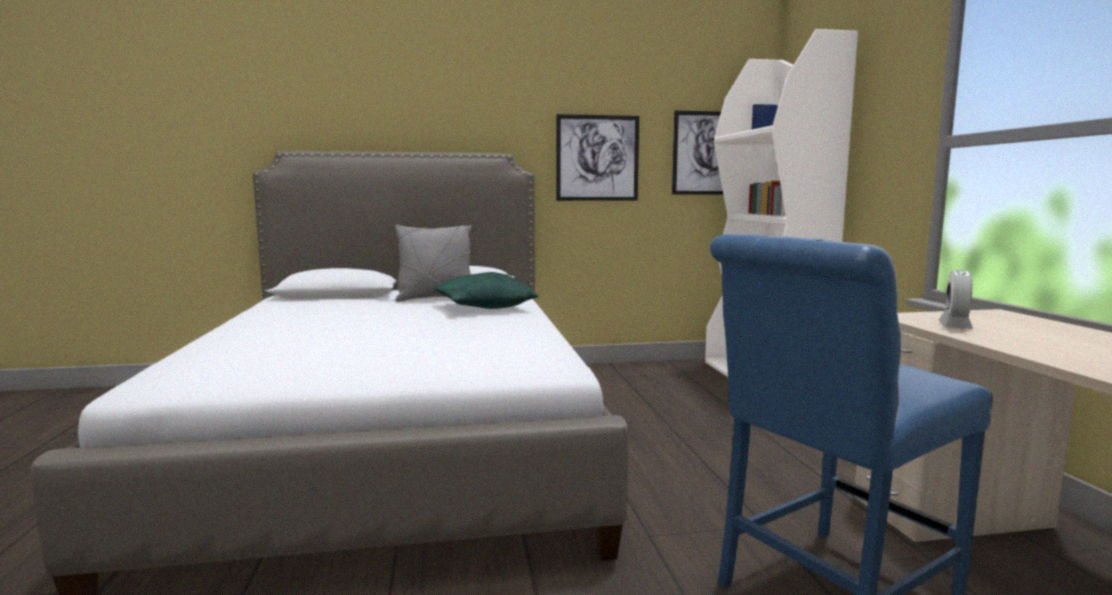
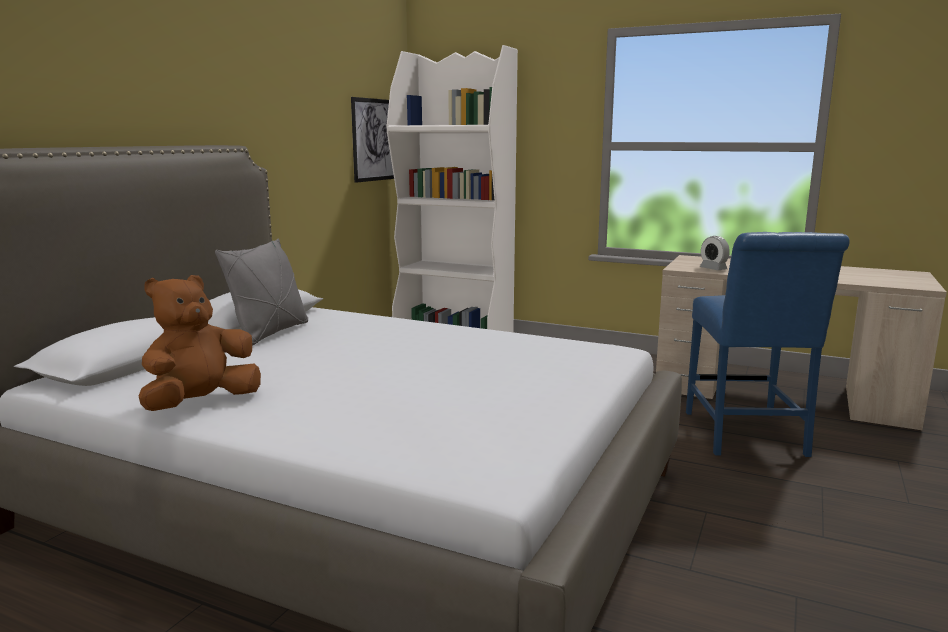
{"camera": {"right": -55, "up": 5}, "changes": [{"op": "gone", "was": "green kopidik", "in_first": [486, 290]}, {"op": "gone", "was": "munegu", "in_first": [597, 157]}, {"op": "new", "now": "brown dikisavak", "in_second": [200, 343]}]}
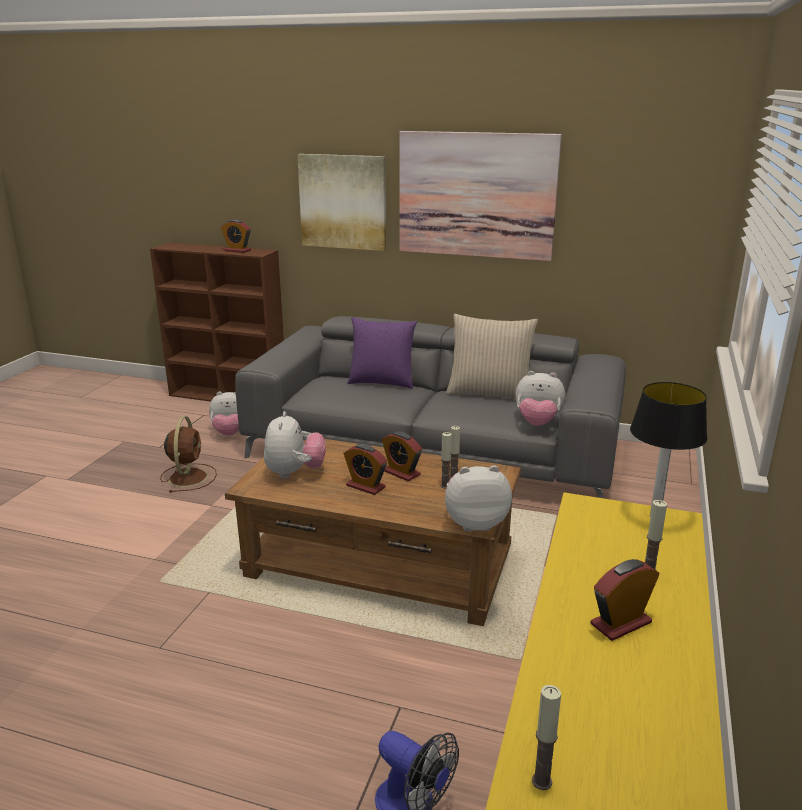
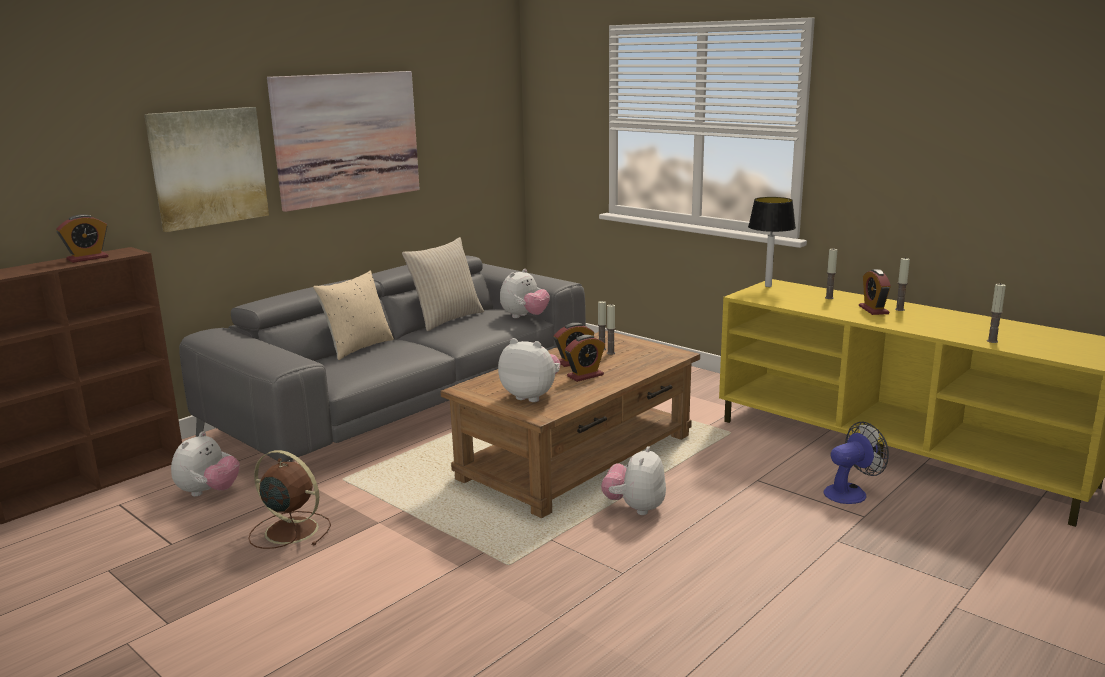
{"camera": {"right": -65, "up": -5}, "changes": [{"op": "new", "now": "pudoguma", "in_second": [902, 284]}, {"op": "shifted", "was": "dikisavak", "in_first": [478, 499], "in_second": [633, 480]}, {"op": "repainted", "was": "purple kopidik", "now": "beige kopidik", "in_first": [382, 353], "in_second": [353, 315]}]}
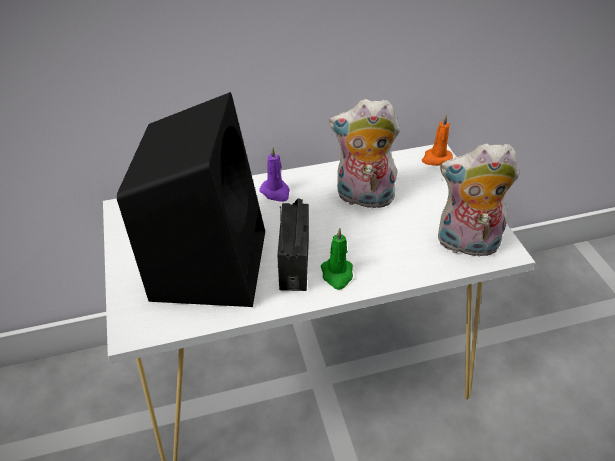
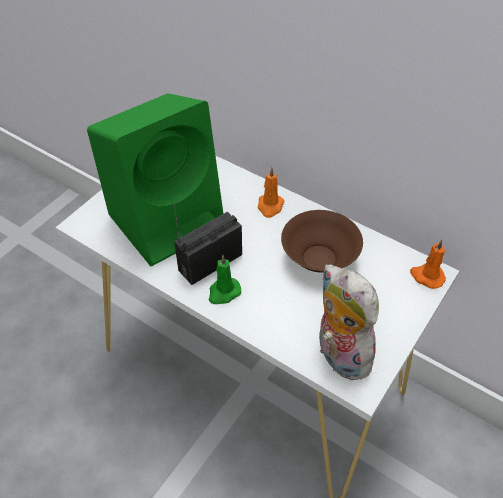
{"camera": {"right": 50, "up": 5}, "changes": [{"op": "swapped", "was": "dikisavak", "now": "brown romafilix", "in_first": [364, 155], "in_second": [322, 241]}, {"op": "repainted", "was": "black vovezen", "now": "green vovezen", "in_first": [191, 199], "in_second": [155, 179]}, {"op": "repainted", "was": "purple pudoguma", "now": "orange pudoguma", "in_first": [275, 174], "in_second": [271, 192]}]}
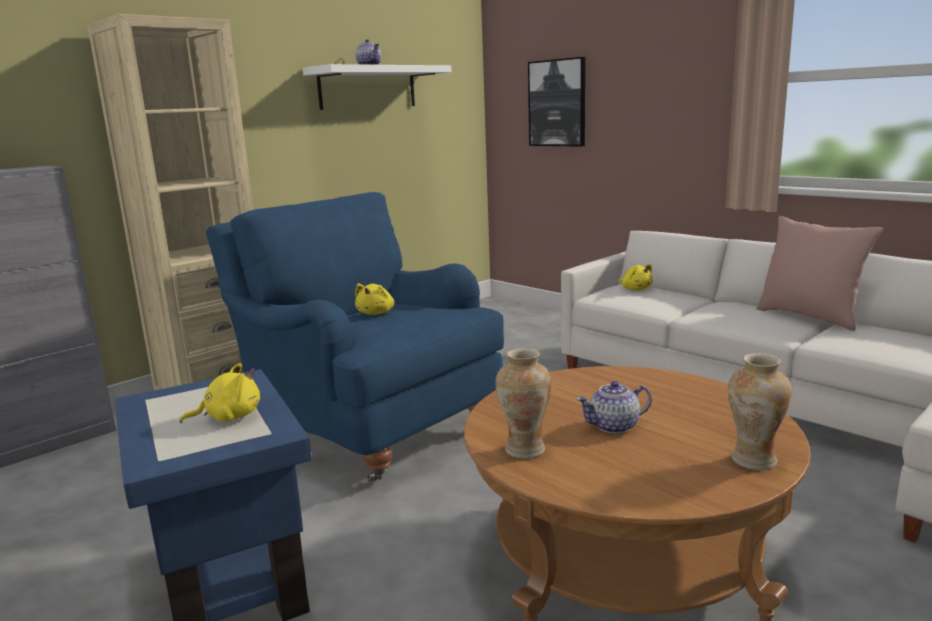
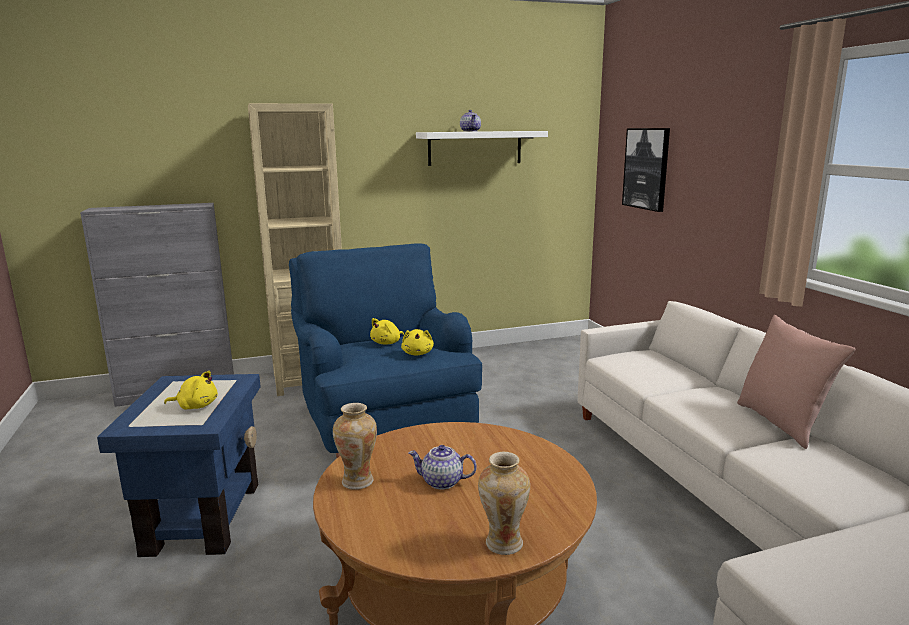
{"camera": {"right": 25, "up": 0}, "changes": [{"op": "shifted", "was": "yellow dikisavak", "in_first": [635, 277], "in_second": [417, 342]}]}
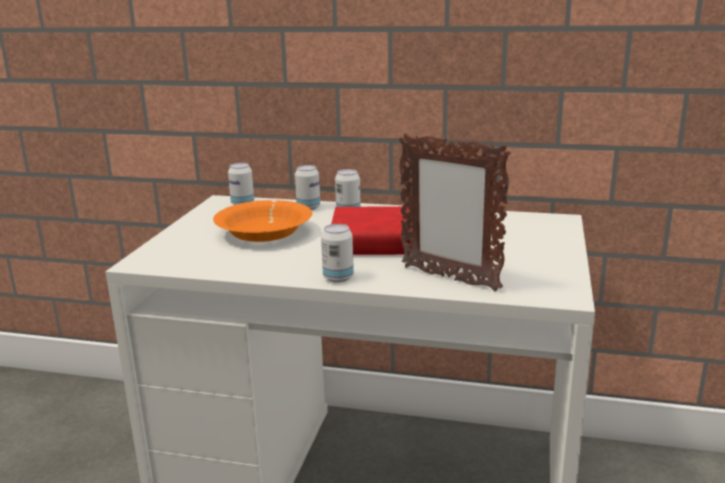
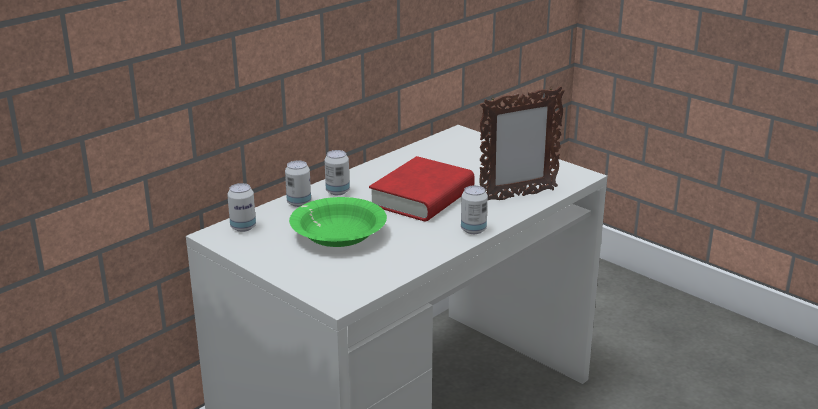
{"camera": {"right": -60, "up": 5}, "changes": [{"op": "repainted", "was": "orange romafilix", "now": "green romafilix", "in_first": [262, 221], "in_second": [338, 222]}]}
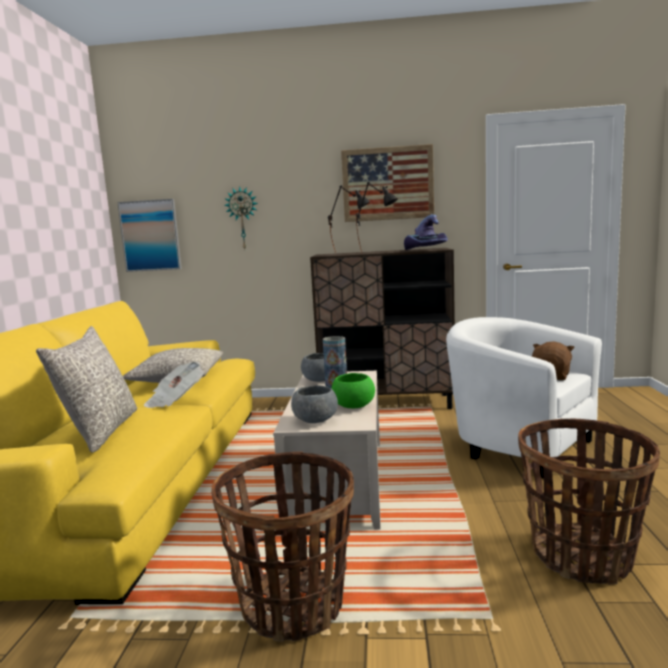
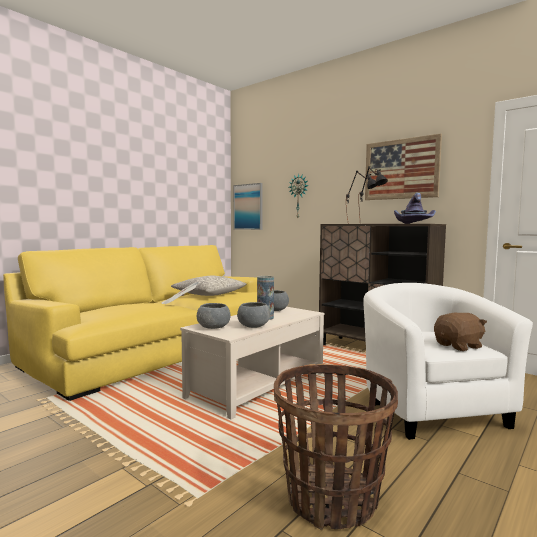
{"camera": {"right": 35, "up": -5}, "changes": [{"op": "gone", "was": "grey kopidik", "in_first": [86, 389]}, {"op": "gone", "was": "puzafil", "in_first": [282, 546]}, {"op": "repainted", "was": "green romafilix", "now": "grey romafilix", "in_first": [353, 390], "in_second": [253, 315]}]}
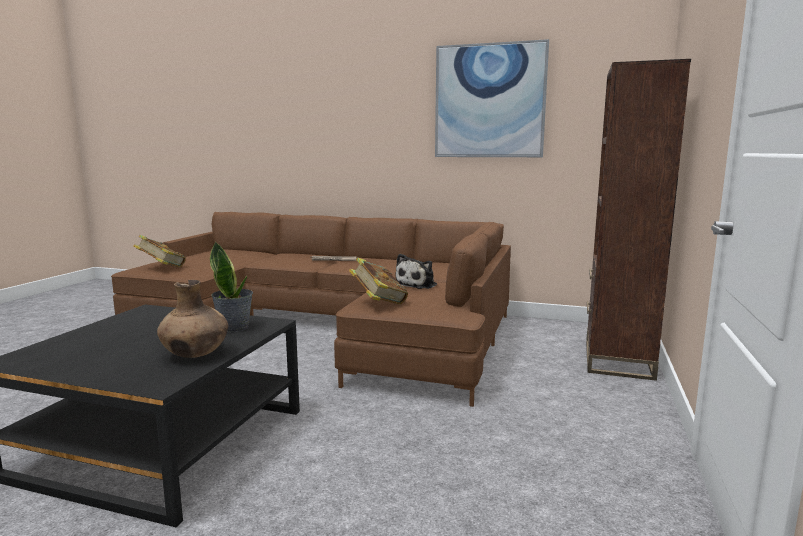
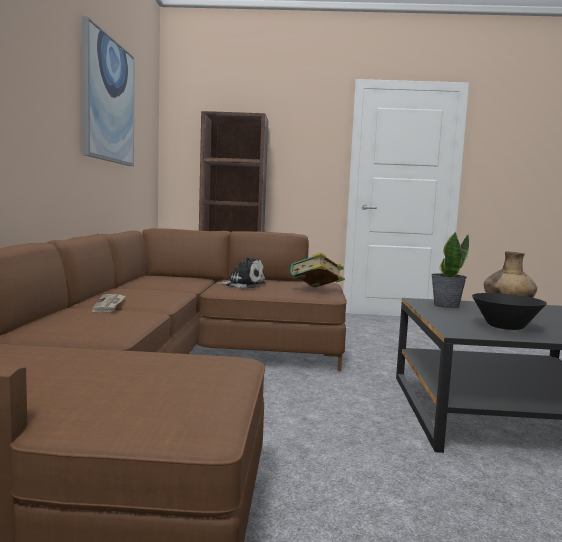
{"camera": {"right": -105, "up": -5}, "changes": [{"op": "gone", "was": "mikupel", "in_first": [160, 251]}, {"op": "new", "now": "black romafilix", "in_second": [509, 311]}]}
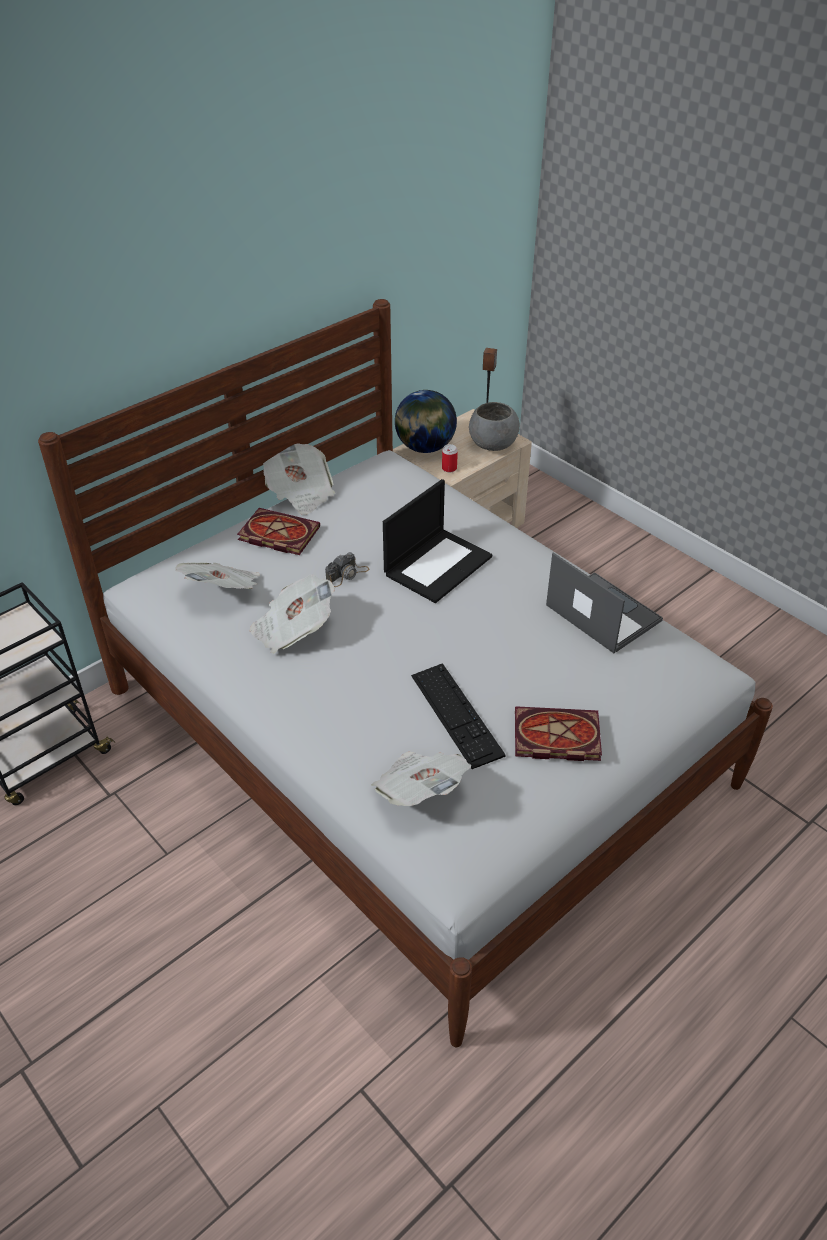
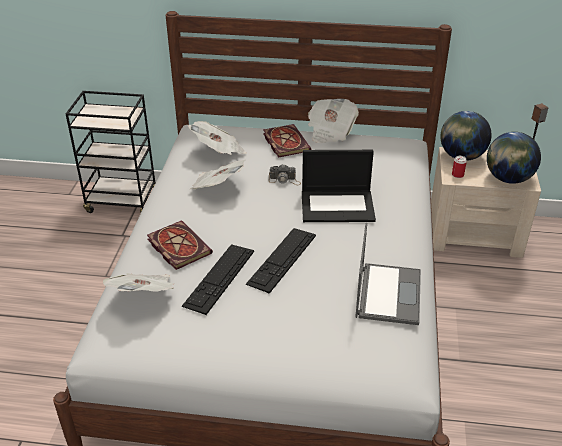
{"camera": {"right": 50, "up": -5}, "changes": [{"op": "new", "now": "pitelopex", "in_second": [281, 261]}, {"op": "shifted", "was": "mikupel", "in_first": [558, 733], "in_second": [180, 245]}, {"op": "swapped", "was": "grey romafilix", "now": "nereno", "in_first": [494, 426], "in_second": [514, 158]}]}
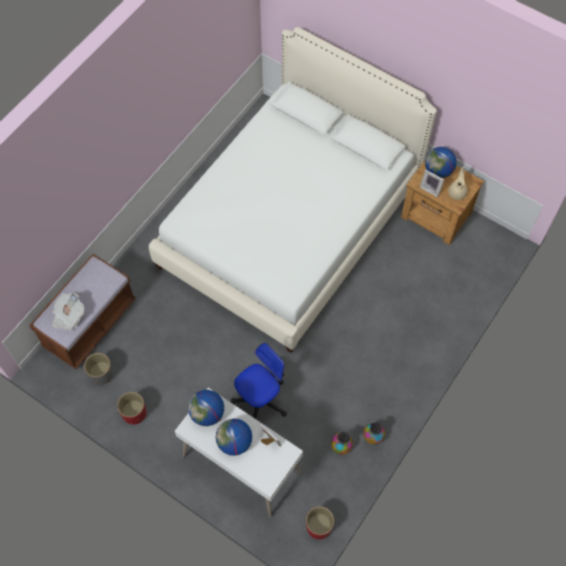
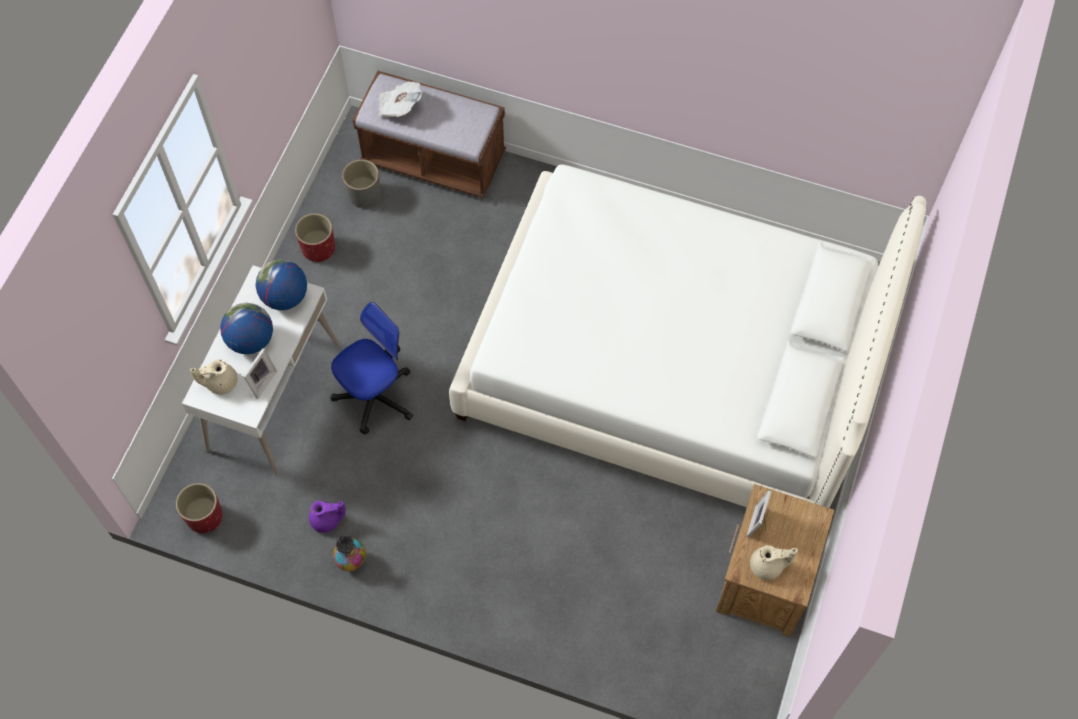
{"camera": {"right": 75, "up": 0}, "changes": [{"op": "gone", "was": "nereno", "in_first": [441, 162]}, {"op": "new", "now": "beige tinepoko", "in_second": [214, 376]}, {"op": "swapped", "was": "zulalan", "now": "purple tinepoko", "in_first": [342, 443], "in_second": [327, 517]}, {"op": "rotated", "was": "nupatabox", "in_first": [259, 381], "in_second": [372, 368], "clockwise": -75}]}
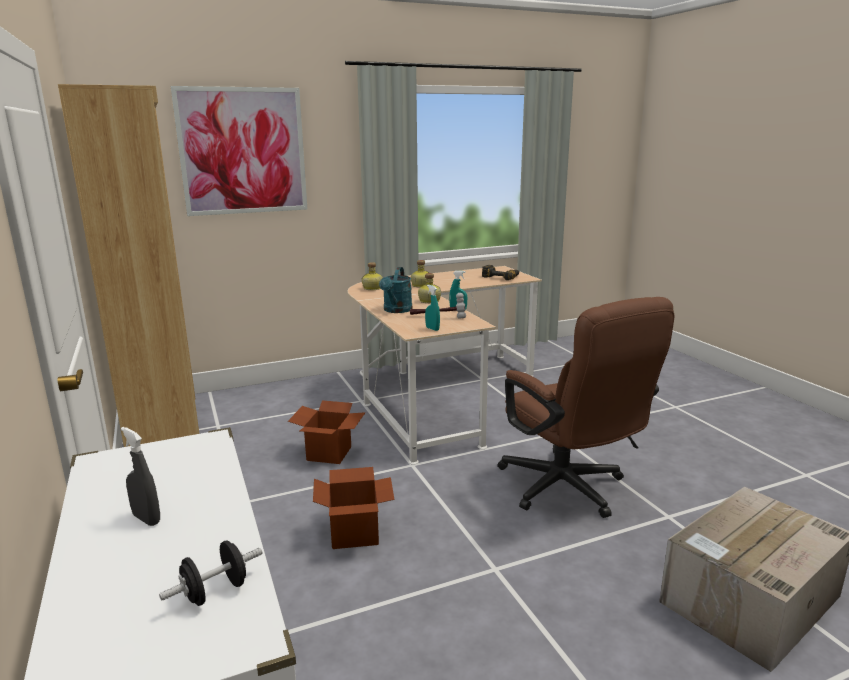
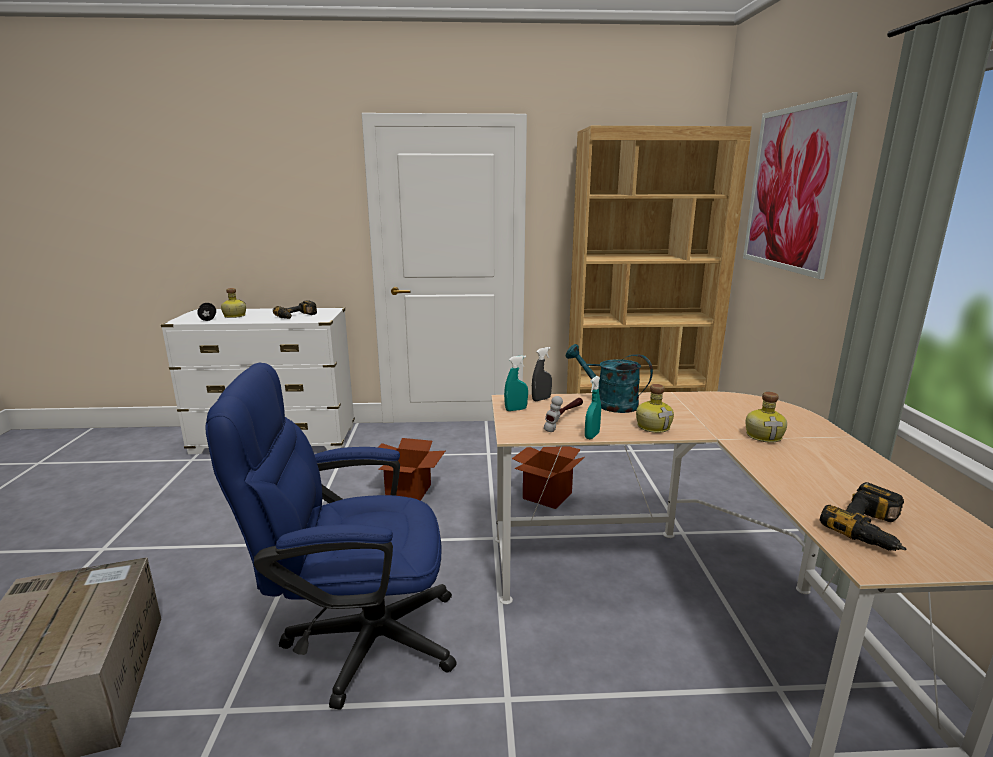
{"camera": {"right": 110, "up": 0}, "changes": [{"op": "new", "now": "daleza", "in_second": [295, 309]}, {"op": "shifted", "was": "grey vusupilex", "in_first": [140, 476], "in_second": [542, 374]}, {"op": "shifted", "was": "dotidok", "in_first": [372, 276], "in_second": [233, 303]}, {"op": "repainted", "was": "brown nupatabox", "now": "blue nupatabox", "in_first": [586, 407], "in_second": [331, 536]}]}
